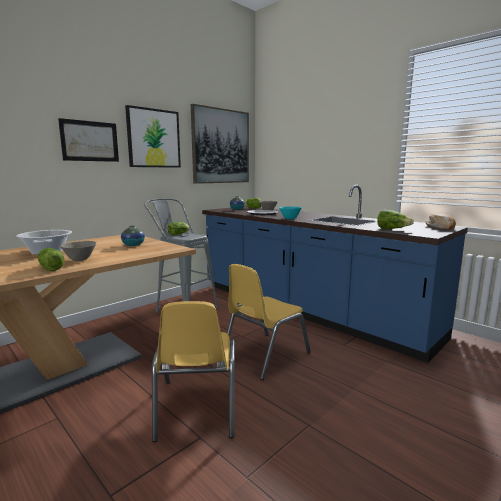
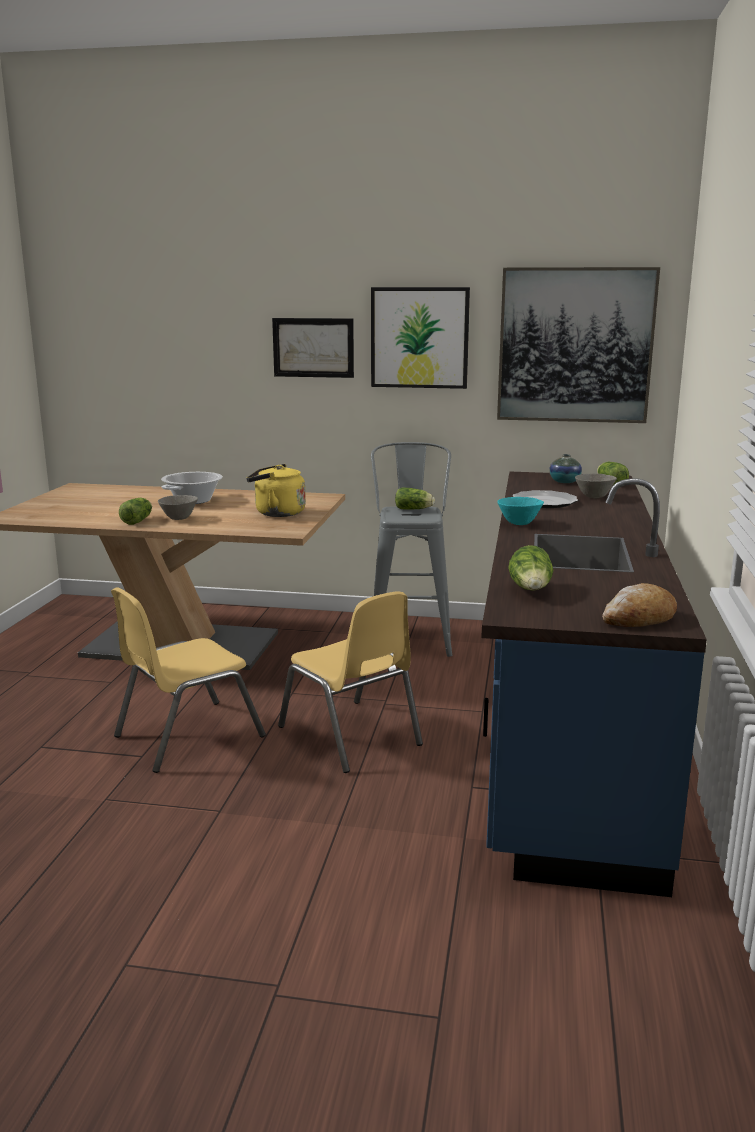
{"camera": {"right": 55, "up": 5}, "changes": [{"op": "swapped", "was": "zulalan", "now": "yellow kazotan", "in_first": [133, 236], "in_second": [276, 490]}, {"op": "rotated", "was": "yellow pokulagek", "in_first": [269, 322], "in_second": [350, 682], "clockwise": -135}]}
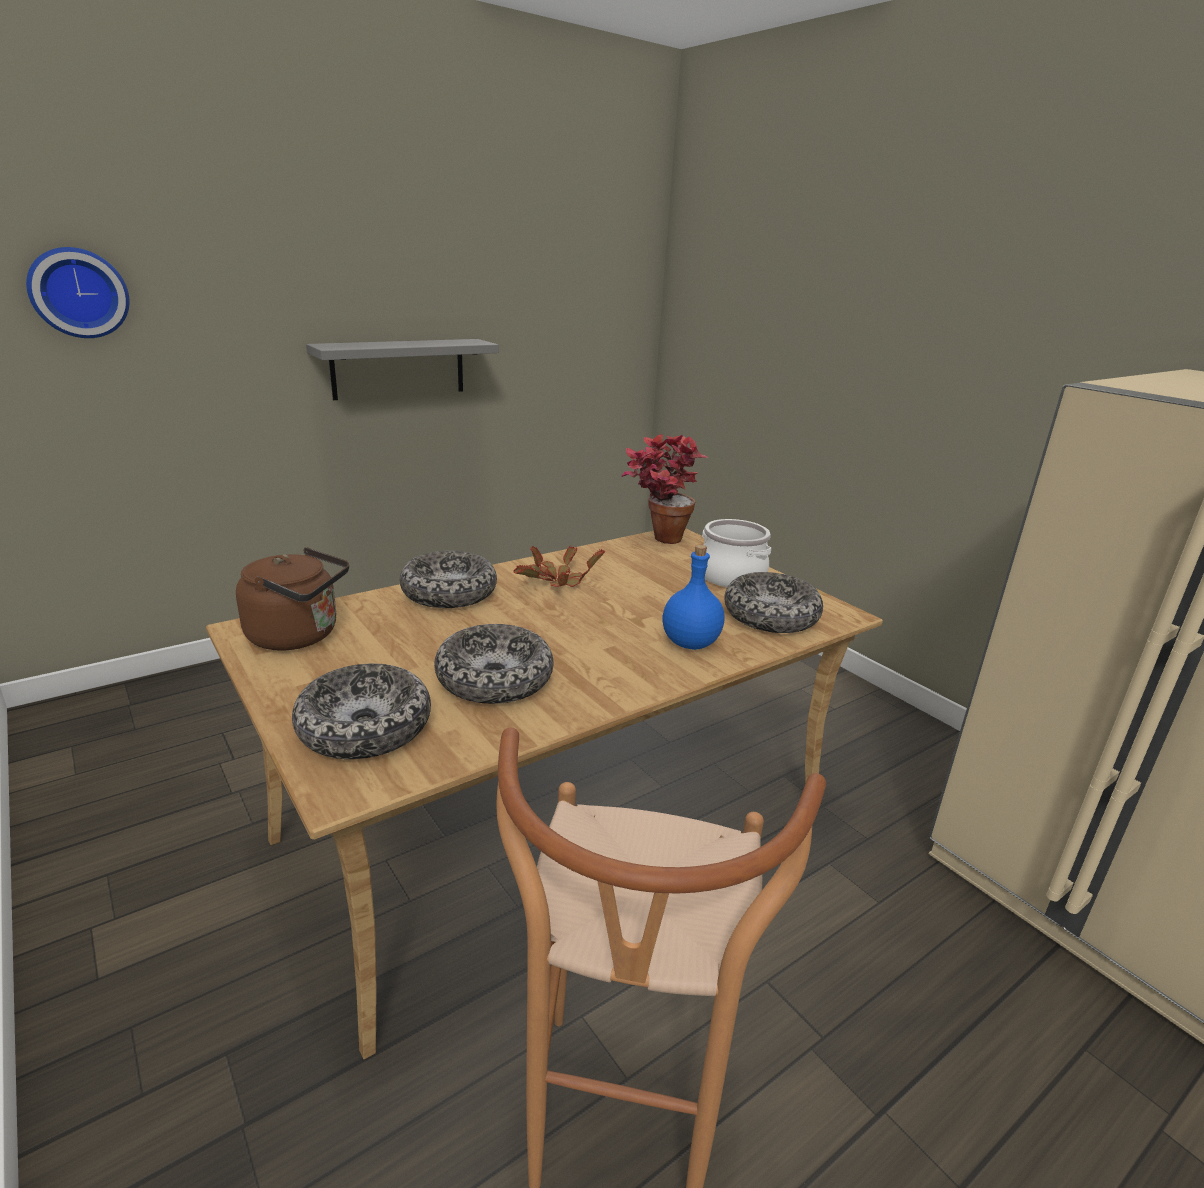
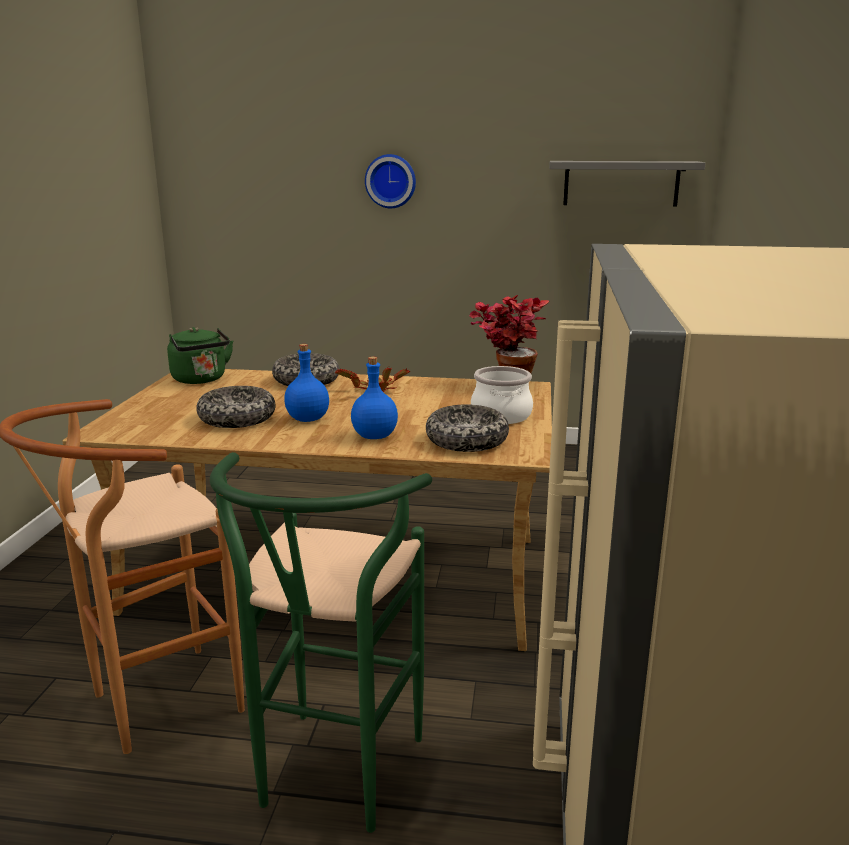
{"camera": {"right": 45, "up": -5}, "changes": [{"op": "gone", "was": "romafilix", "in_first": [361, 711]}, {"op": "new", "now": "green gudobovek", "in_second": [321, 642]}, {"op": "new", "now": "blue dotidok", "in_second": [306, 383]}, {"op": "shifted", "was": "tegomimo", "in_first": [78, 292], "in_second": [390, 181]}, {"op": "shifted", "was": "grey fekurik", "in_first": [402, 369], "in_second": [627, 184]}, {"op": "repainted", "was": "brown kazotan", "now": "green kazotan", "in_first": [292, 599], "in_second": [200, 355]}]}
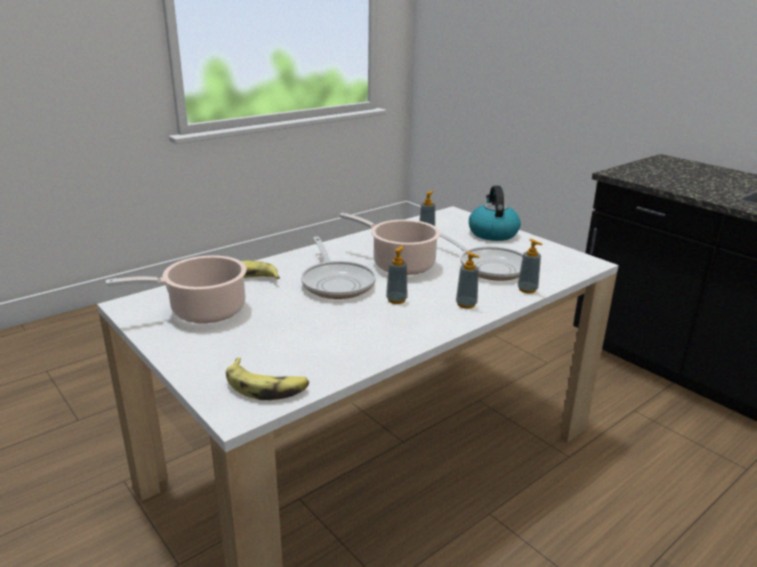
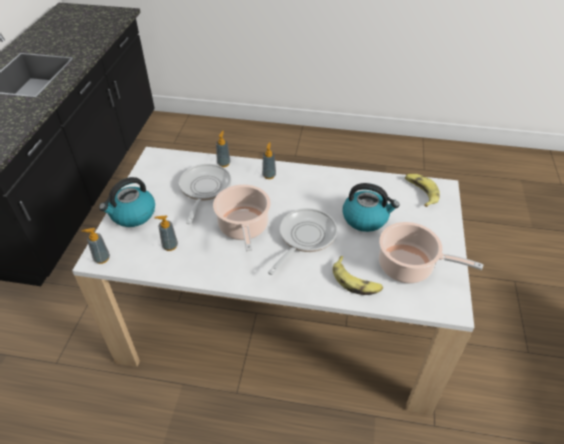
{"camera": {"right": -130, "up": 20}, "changes": [{"op": "new", "now": "kazotan", "in_second": [371, 207]}, {"op": "shifted", "was": "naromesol", "in_first": [396, 275], "in_second": [95, 246]}]}
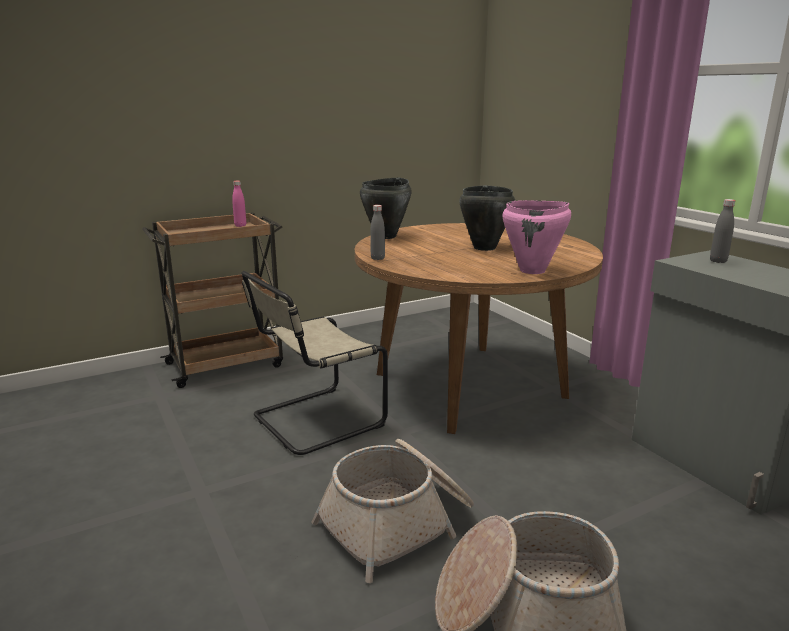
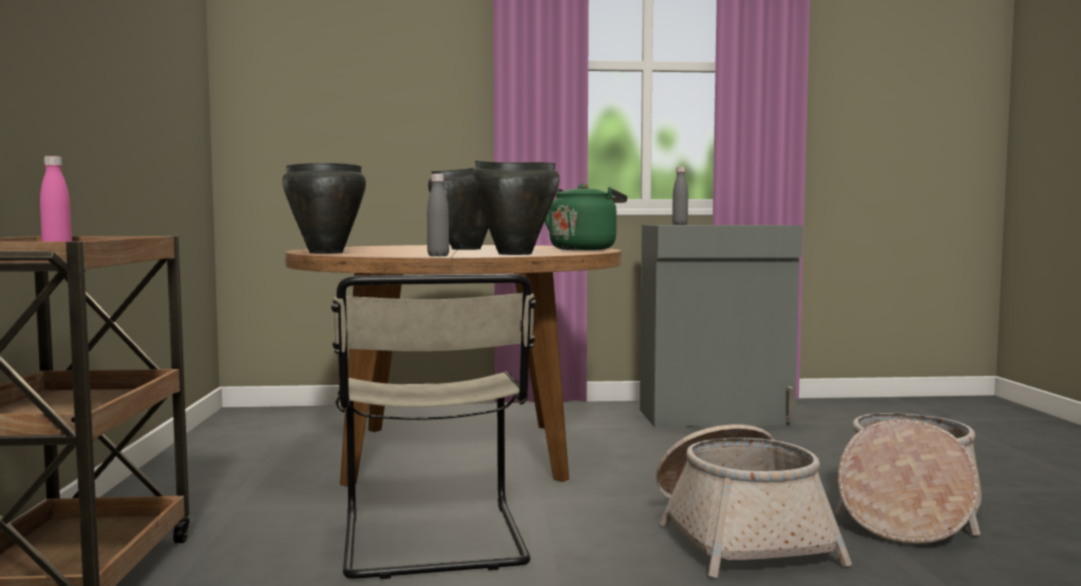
{"camera": {"right": -65, "up": -15}, "changes": [{"op": "new", "now": "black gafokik", "in_second": [515, 207]}, {"op": "swapped", "was": "pink gafokik", "now": "green kazotan", "in_first": [536, 237], "in_second": [586, 217]}]}
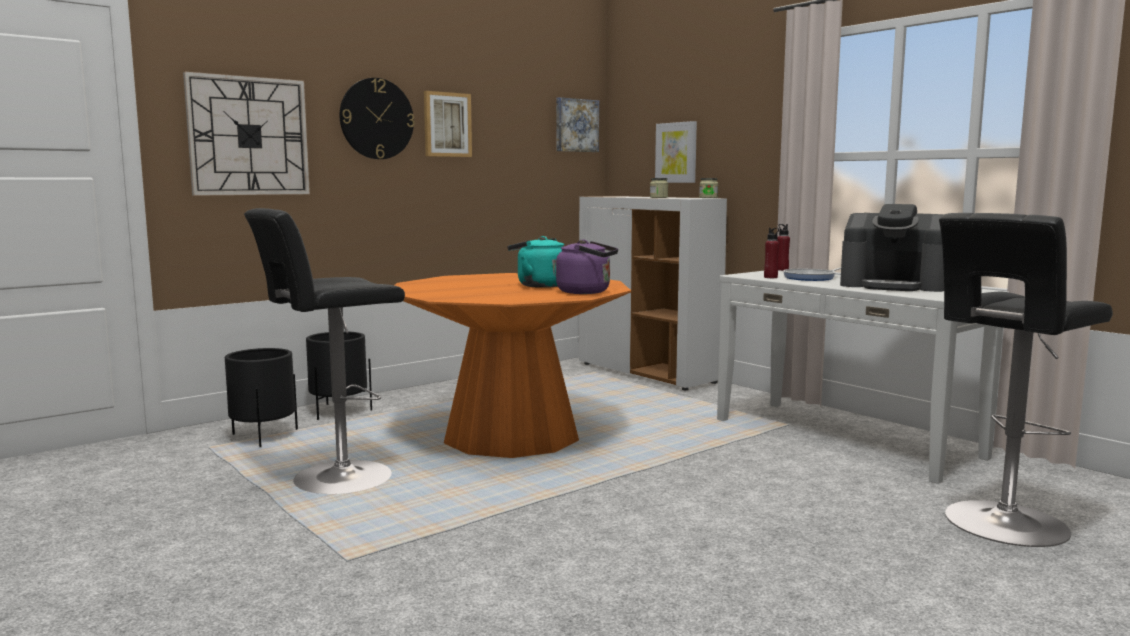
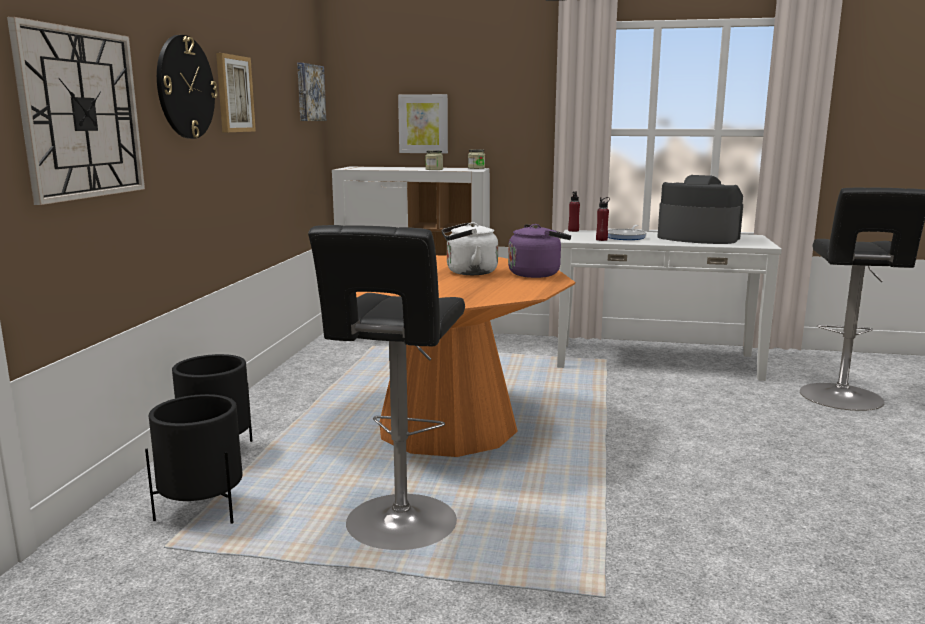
{"camera": {"right": -40, "up": 5}, "changes": [{"op": "repainted", "was": "turquoise kazotan", "now": "white kazotan", "in_first": [535, 262], "in_second": [469, 248]}, {"op": "rotated", "was": "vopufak", "in_first": [892, 248], "in_second": [700, 209], "clockwise": -135}]}
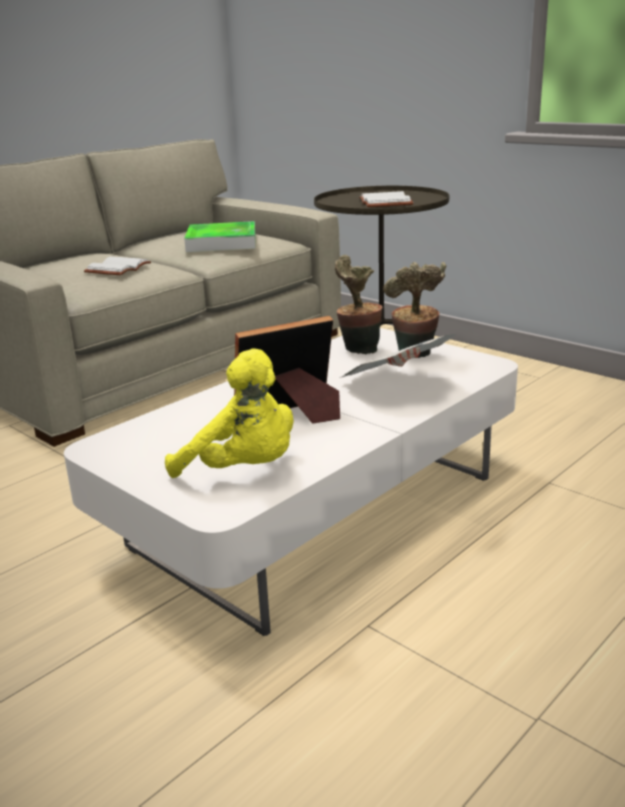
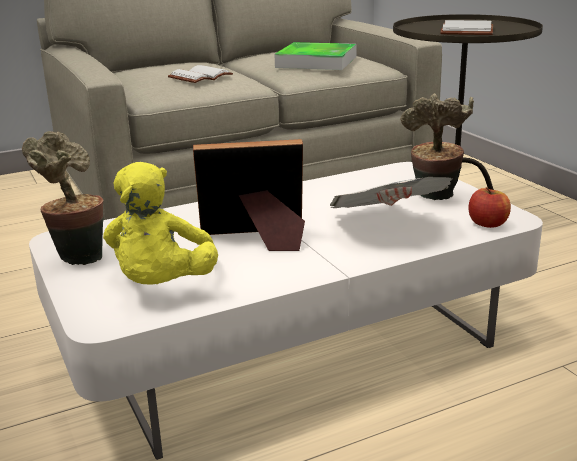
{"camera": {"right": 20, "up": 0}, "changes": [{"op": "new", "now": "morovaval", "in_second": [490, 207]}, {"op": "shifted", "was": "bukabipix", "in_first": [358, 304], "in_second": [63, 198]}, {"op": "rotated", "was": "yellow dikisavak", "in_first": [229, 413], "in_second": [160, 223], "clockwise": 45}]}
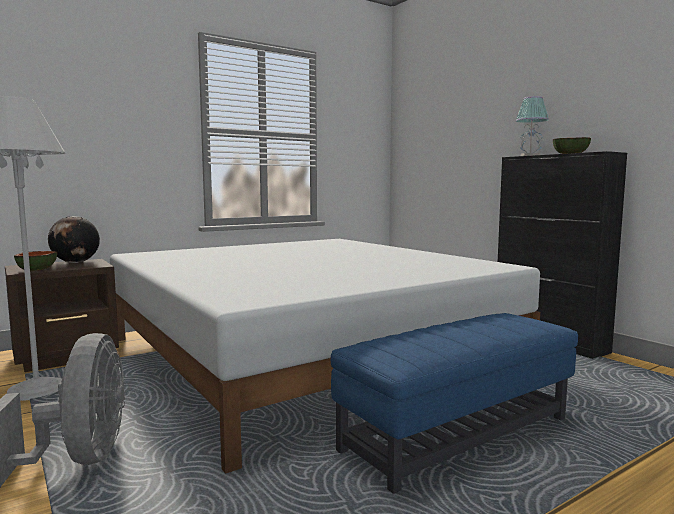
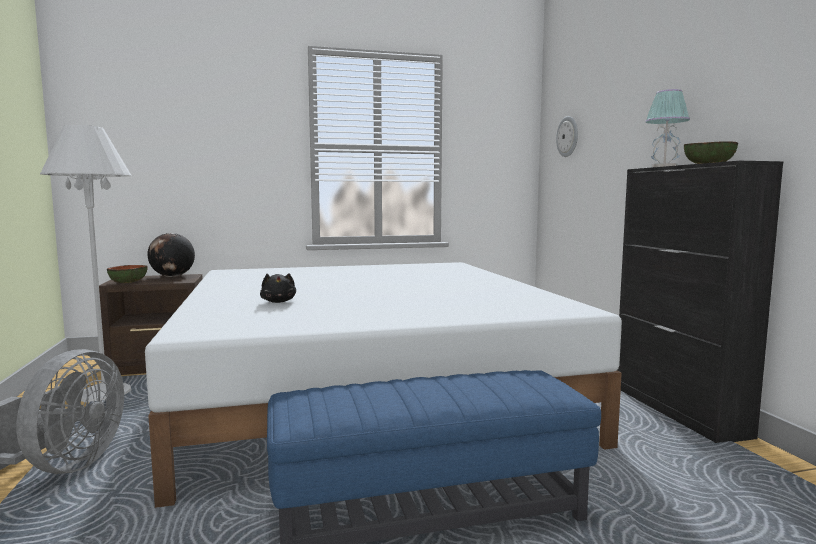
{"camera": {"right": 20, "up": 0}, "changes": [{"op": "new", "now": "black dikisavak", "in_second": [278, 288]}, {"op": "new", "now": "tegomimo", "in_second": [567, 136]}]}
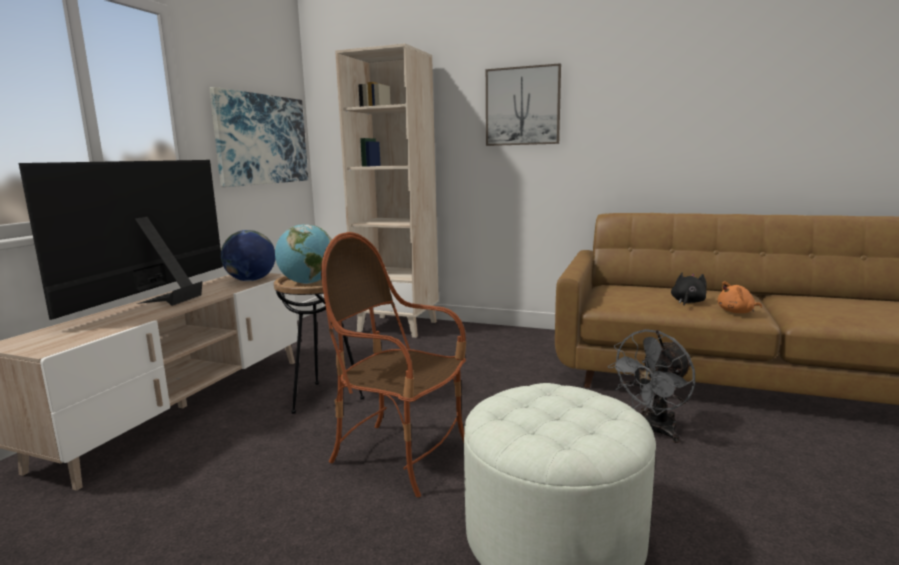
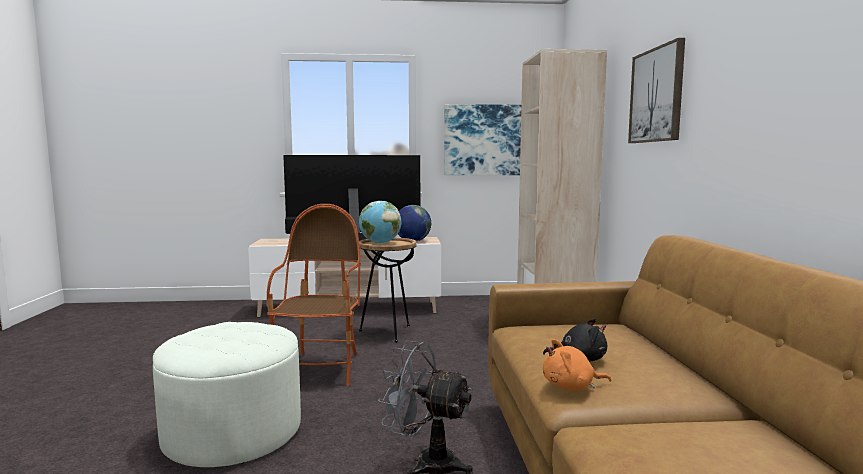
{"camera": {"right": 65, "up": -5}, "changes": [{"op": "rotated", "was": "orange dikisavak", "in_first": [739, 297], "in_second": [577, 365], "clockwise": -60}]}
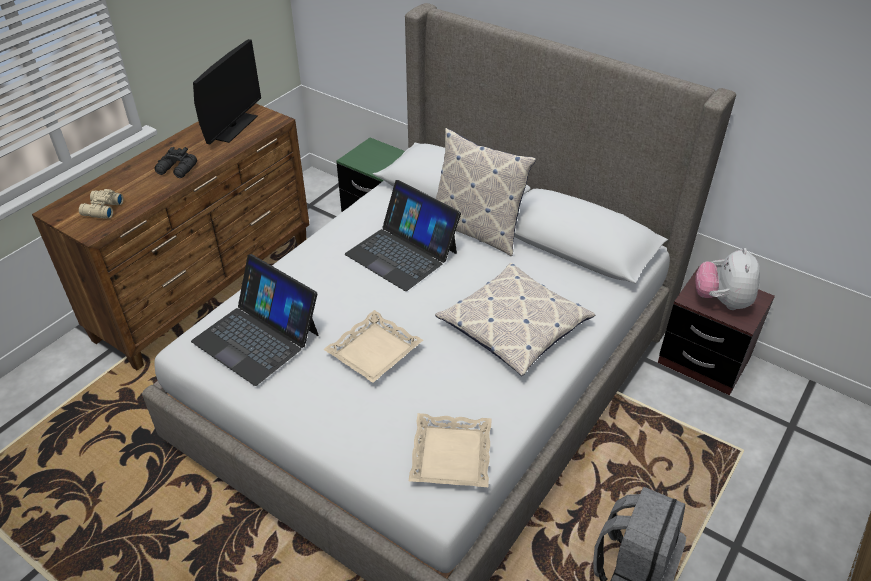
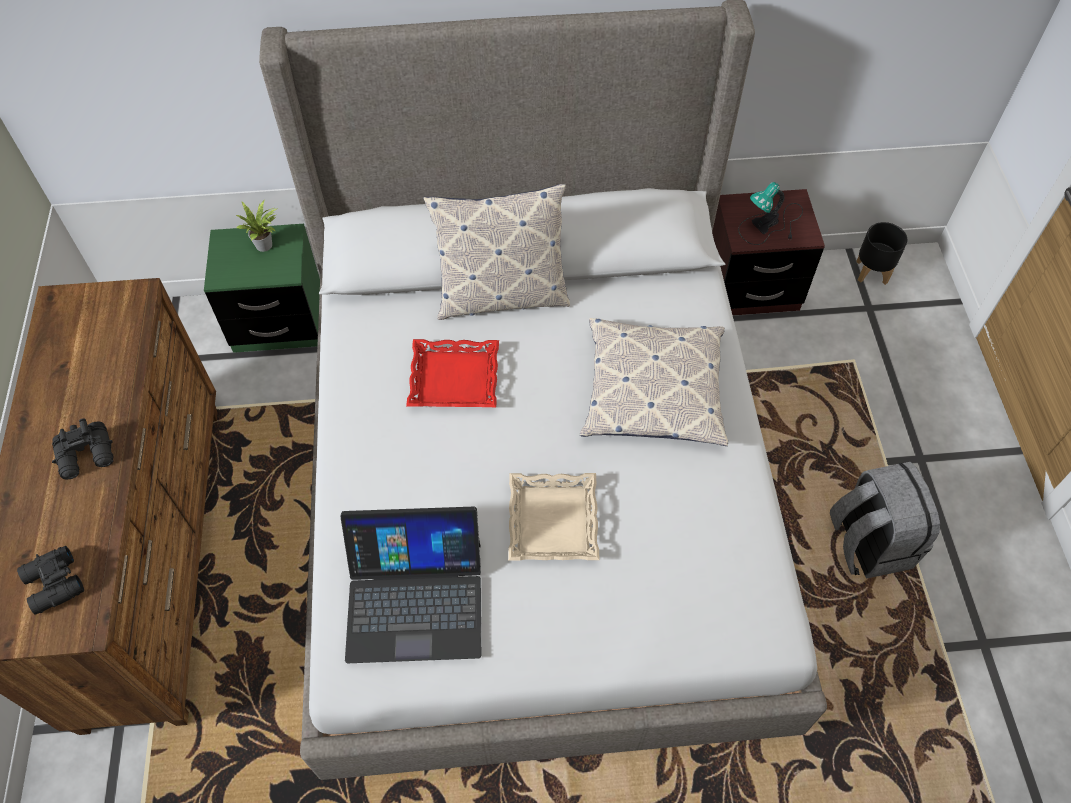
{"camera": {"right": -40, "up": 15}, "changes": [{"op": "gone", "was": "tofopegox", "in_first": [227, 91]}, {"op": "gone", "was": "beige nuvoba", "in_first": [450, 450]}, {"op": "new", "now": "bukabipix", "in_second": [257, 226]}, {"op": "new", "now": "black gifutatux", "in_second": [882, 253]}, {"op": "swapped", "was": "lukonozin", "now": "red nuvoba", "in_first": [403, 235], "in_second": [452, 373]}, {"op": "swapped", "was": "dikisavak", "now": "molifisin", "in_first": [727, 279], "in_second": [770, 213]}, {"op": "repainted", "was": "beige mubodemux", "now": "black mubodemux", "in_first": [101, 204], "in_second": [50, 580]}]}
